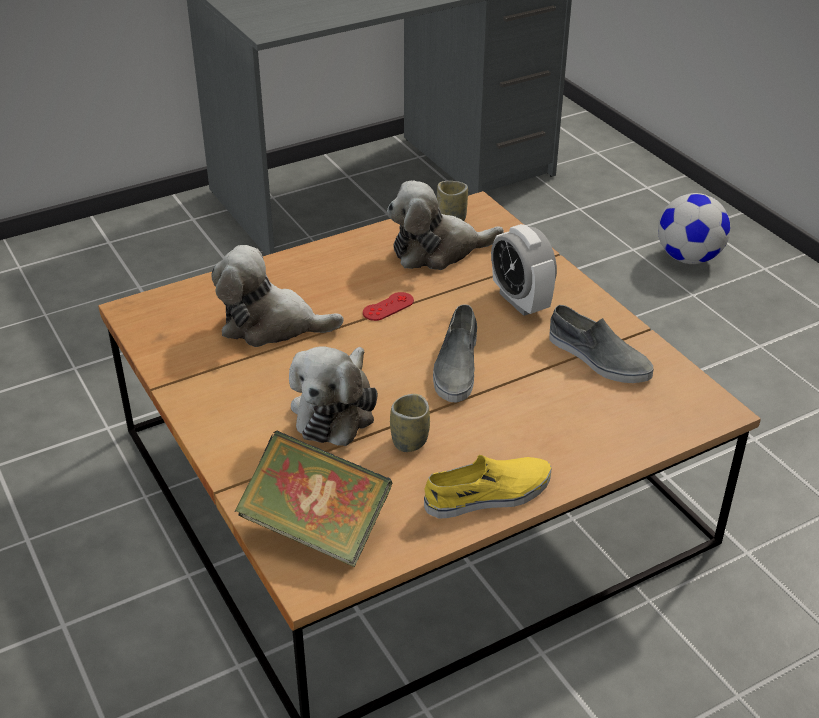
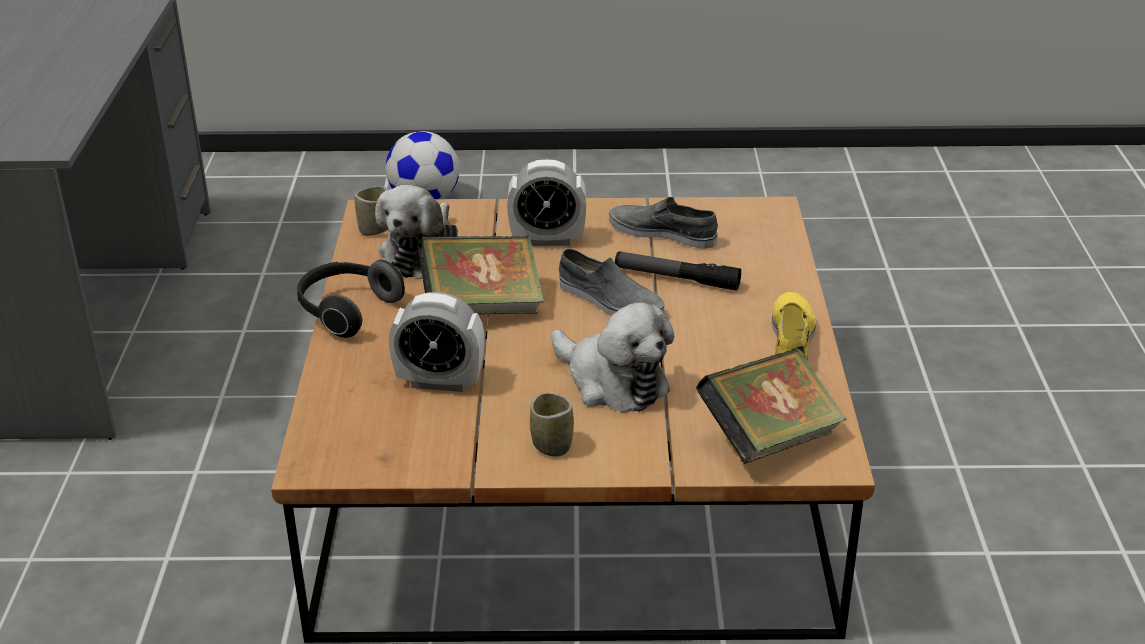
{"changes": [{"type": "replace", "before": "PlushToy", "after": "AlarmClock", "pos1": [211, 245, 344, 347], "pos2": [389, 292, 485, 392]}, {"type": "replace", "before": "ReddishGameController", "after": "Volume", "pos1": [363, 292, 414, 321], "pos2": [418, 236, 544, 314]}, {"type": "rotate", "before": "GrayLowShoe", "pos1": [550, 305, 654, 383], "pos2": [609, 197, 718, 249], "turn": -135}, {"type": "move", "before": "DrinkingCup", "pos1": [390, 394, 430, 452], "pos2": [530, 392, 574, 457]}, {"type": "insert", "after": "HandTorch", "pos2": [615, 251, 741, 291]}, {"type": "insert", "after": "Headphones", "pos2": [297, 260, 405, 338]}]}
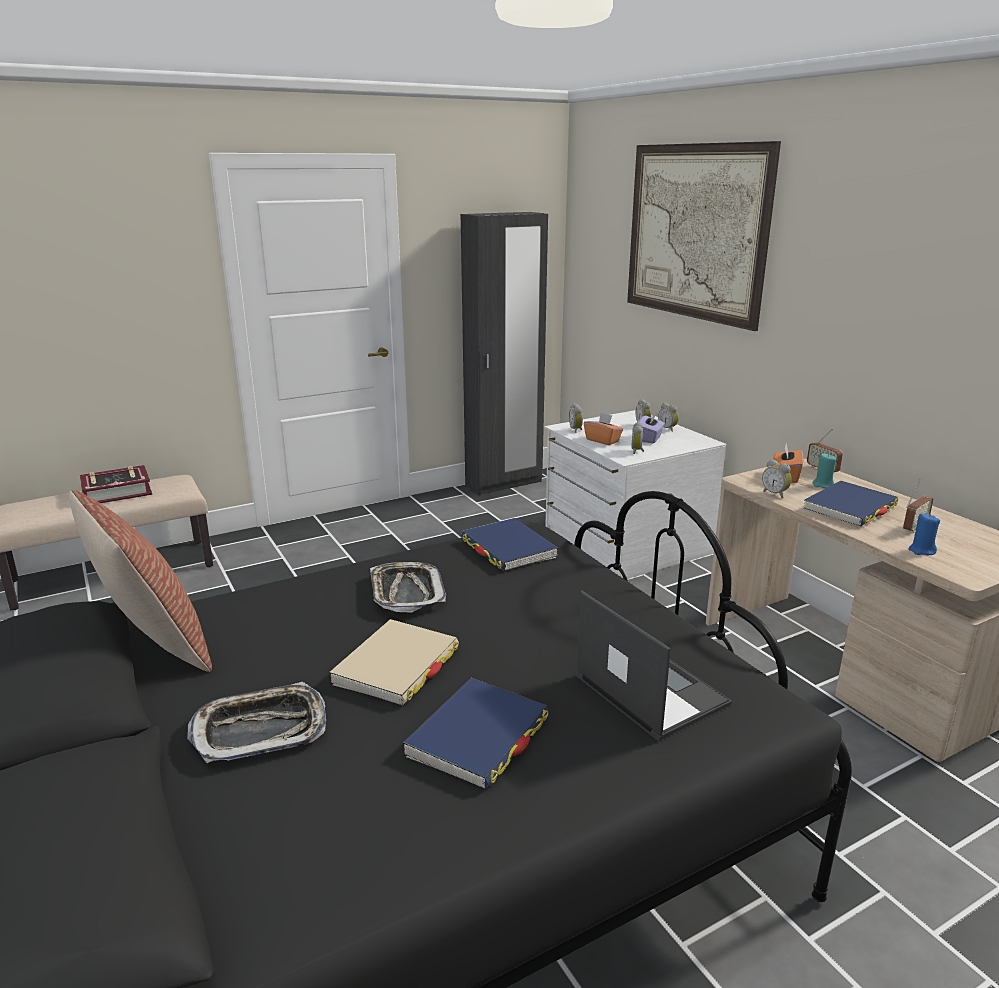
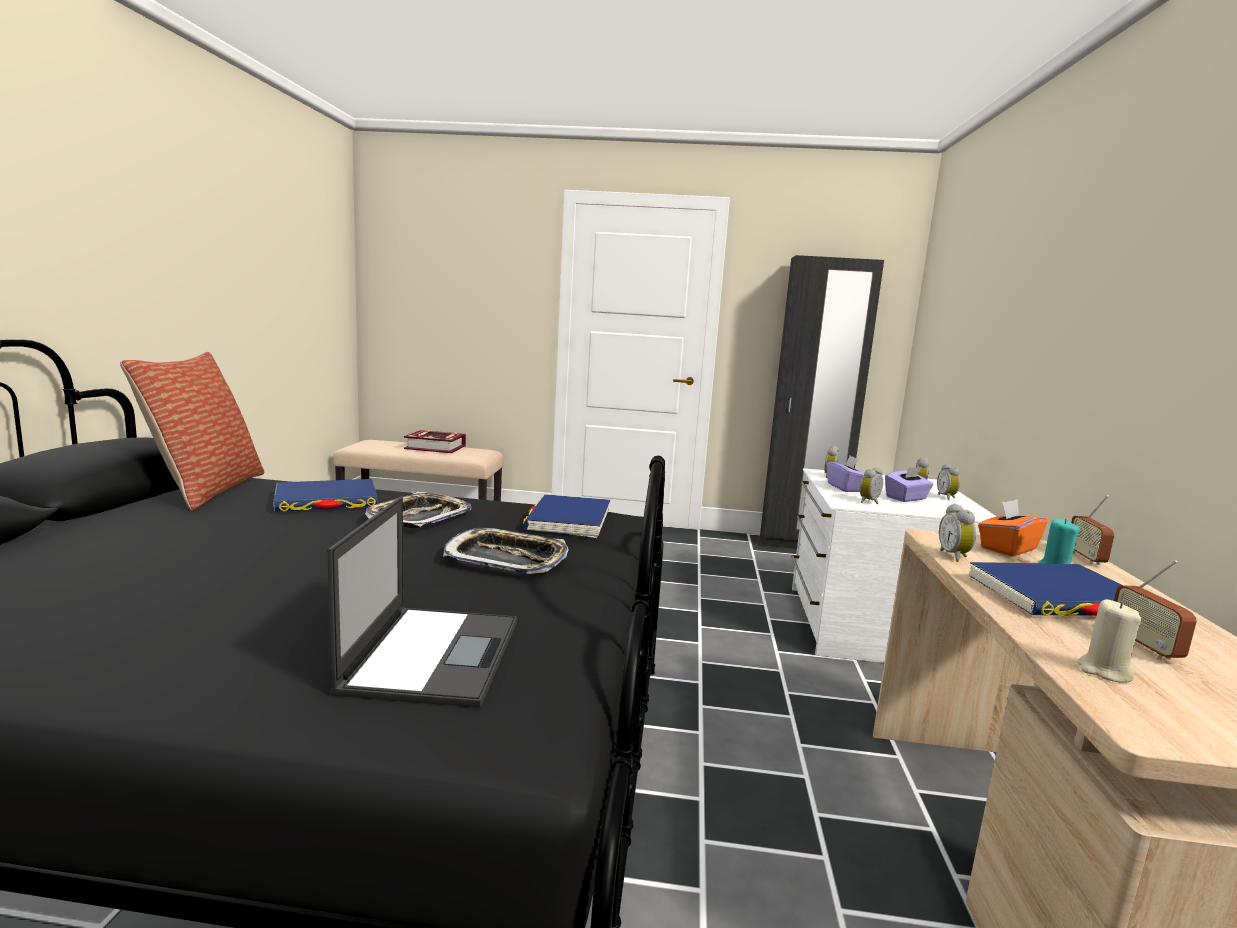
{"changes": [{"type": "delete", "before": "WallArt", "pos1": [627, 141, 781, 331]}, {"type": "recolor", "before": "OrangeTissueHolder", "after": "PurplishTissueHolder", "pos1": [584, 413, 623, 445], "pos2": [827, 456, 864, 492]}, {"type": "rotate", "before": "RadioSet", "pos1": [903, 479, 933, 533], "pos2": [1114, 560, 1197, 660], "turn": 90}, {"type": "recolor", "before": "BlueColouredWaxCandle", "after": "BeigeWaxCandle", "pos1": [909, 513, 940, 555], "pos2": [1078, 599, 1141, 683]}, {"type": "delete", "before": "BeigeVolume", "pos1": [329, 619, 459, 705]}, {"type": "move", "before": "BlueColouredVolume", "pos1": [403, 678, 549, 789], "pos2": [273, 479, 378, 512]}, {"type": "move", "before": "CarryingTray", "pos1": [187, 682, 326, 763], "pos2": [443, 528, 569, 574]}]}
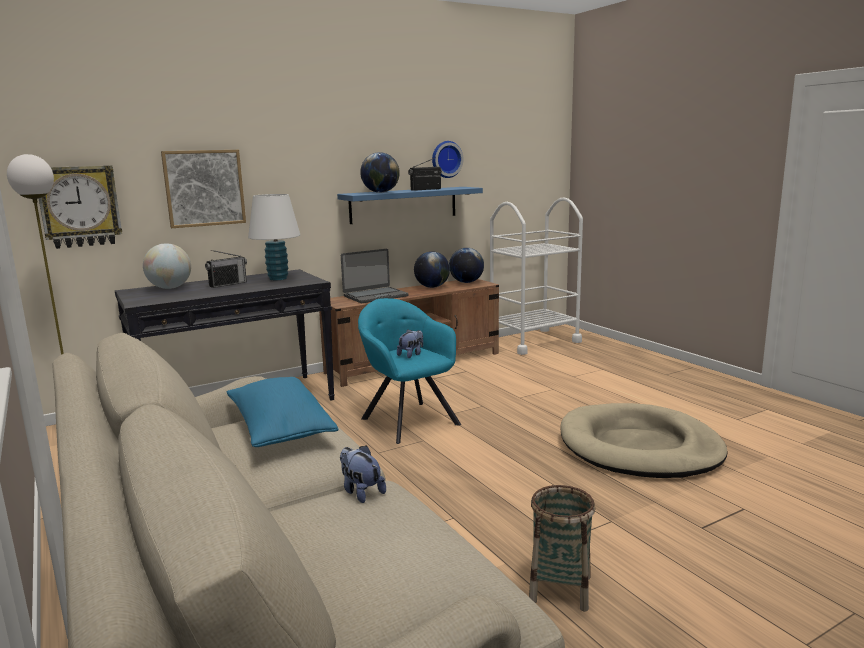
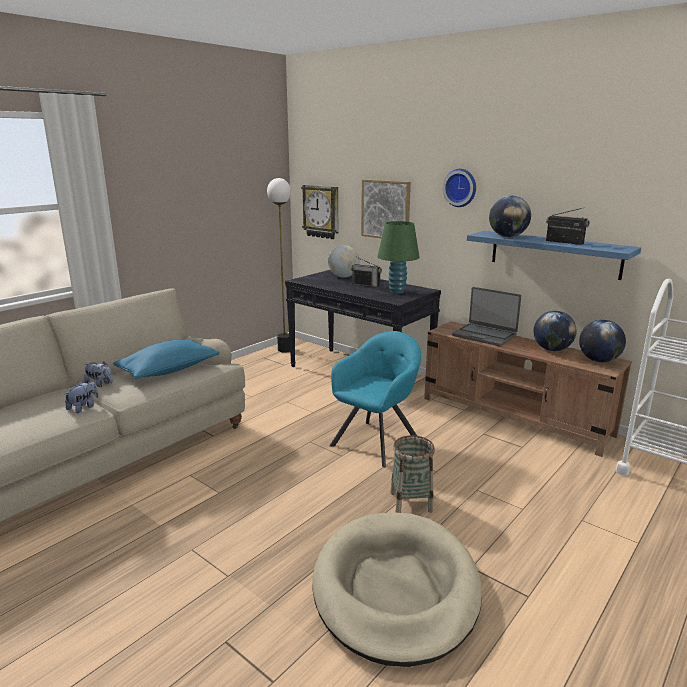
{"changes": [{"type": "move", "before": "WallClock", "pos1": [432, 141, 464, 178], "pos2": [443, 169, 476, 207]}, {"type": "recolor", "before": "WhiteTabletopLamp", "after": "GreenColouredTabletopLamp", "pos1": [248, 194, 300, 280], "pos2": [377, 221, 420, 293]}, {"type": "move", "before": "PlushToy", "pos1": [397, 330, 423, 358], "pos2": [84, 361, 113, 387]}, {"type": "move", "before": "Basket", "pos1": [529, 485, 595, 612], "pos2": [390, 435, 435, 513]}]}
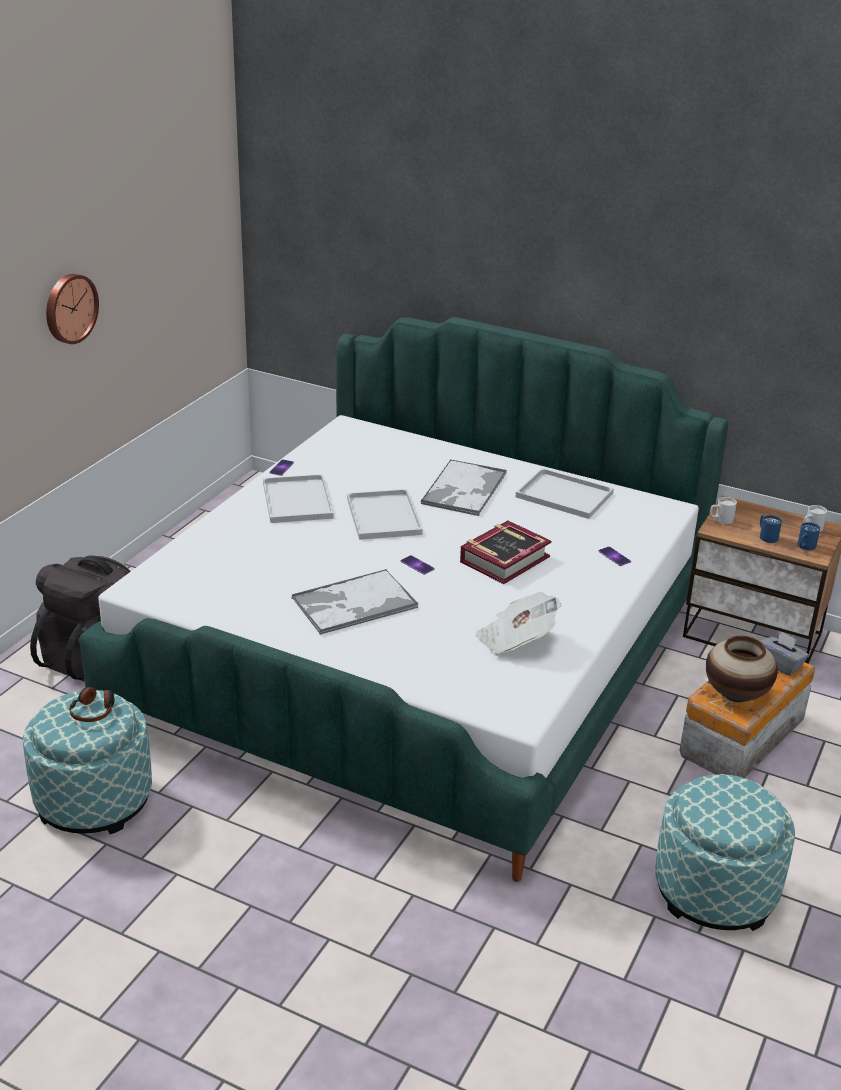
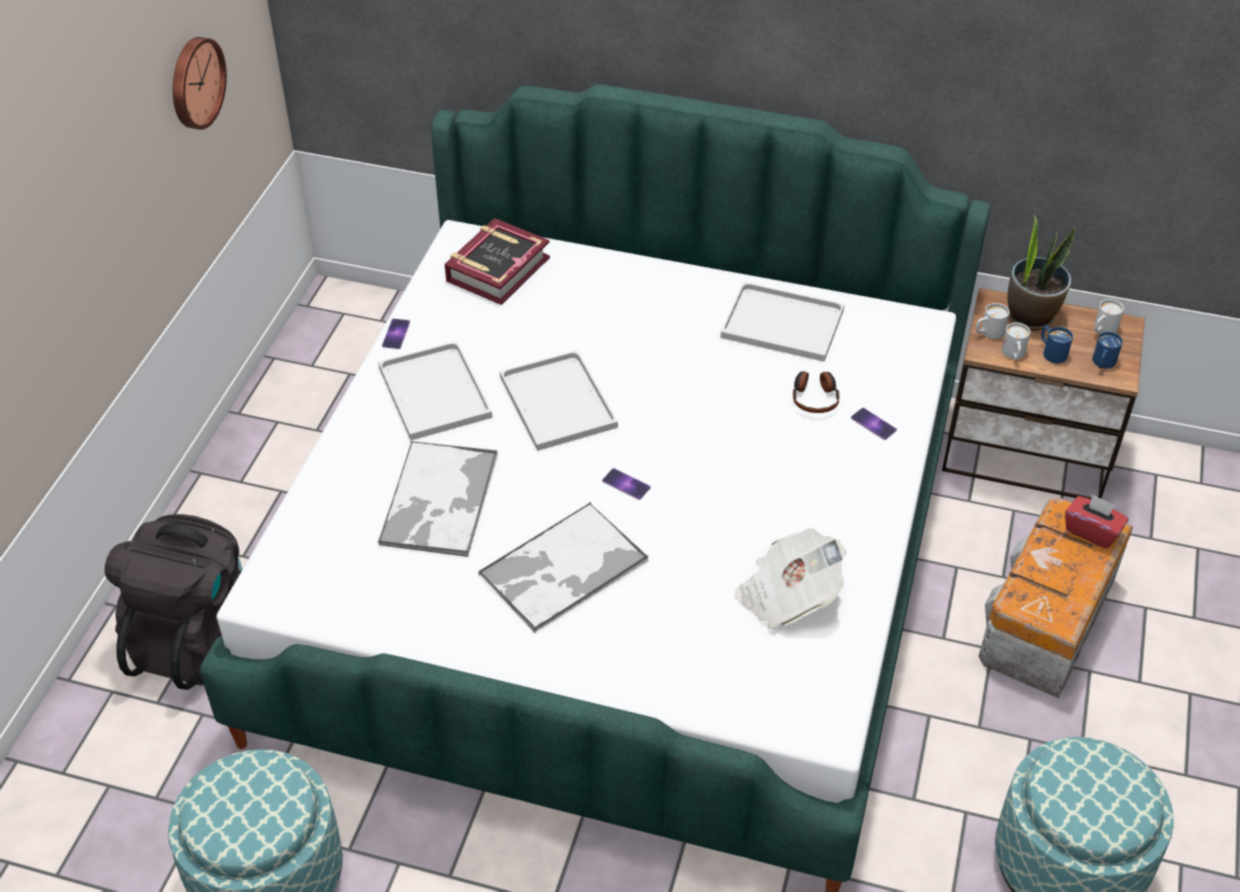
{"changes": [{"type": "move", "before": "WallClock", "pos1": [46, 274, 99, 344], "pos2": [173, 37, 227, 130]}, {"type": "move", "before": "CarryingTray", "pos1": [420, 460, 507, 516], "pos2": [377, 441, 498, 557]}, {"type": "move", "before": "Volume", "pos1": [460, 520, 551, 584], "pos2": [445, 218, 550, 305]}, {"type": "recolor", "before": "GrayTissueHolder", "after": "ReddishTissueHolder", "pos1": [760, 631, 809, 676], "pos2": [1065, 494, 1128, 549]}, {"type": "delete", "before": "DecorativeVase", "pos1": [706, 636, 778, 702]}, {"type": "move", "before": "Headphones", "pos1": [69, 687, 114, 722], "pos2": [793, 371, 840, 413]}, {"type": "insert", "after": "PlantInAPot", "pos2": [1007, 215, 1075, 331]}, {"type": "insert", "after": "WhiteTeaMug", "pos2": [1002, 322, 1030, 360]}]}
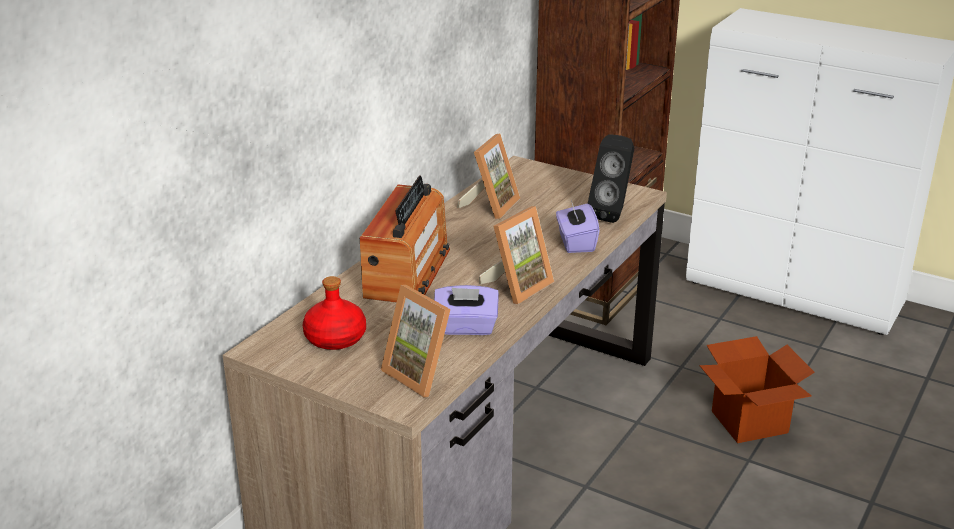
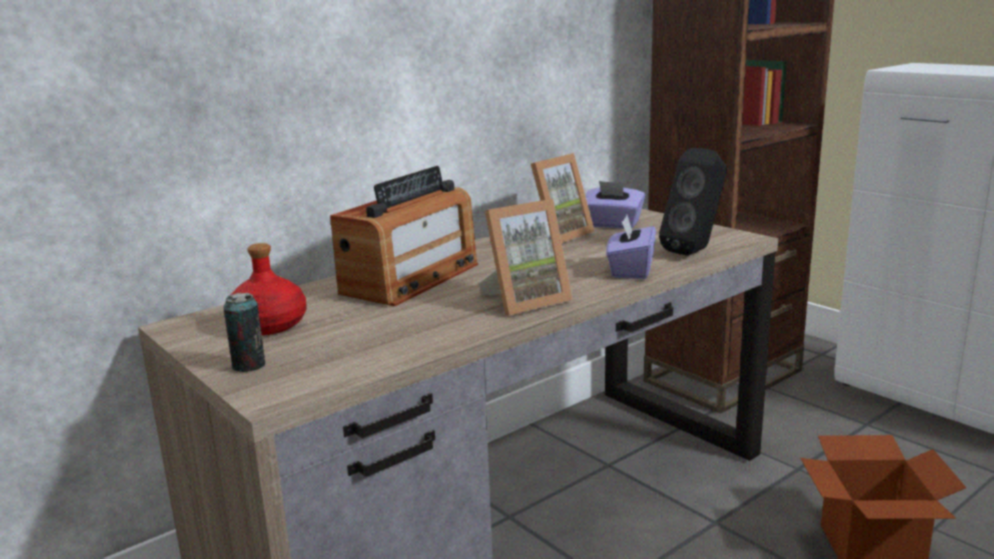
{"changes": [{"type": "delete", "before": "StandingFrame", "pos1": [381, 285, 451, 398]}, {"type": "move", "before": "PurplishTissueHolder", "pos1": [434, 285, 499, 335], "pos2": [585, 181, 645, 229]}, {"type": "insert", "after": "MetalCan", "pos2": [223, 293, 265, 372]}]}
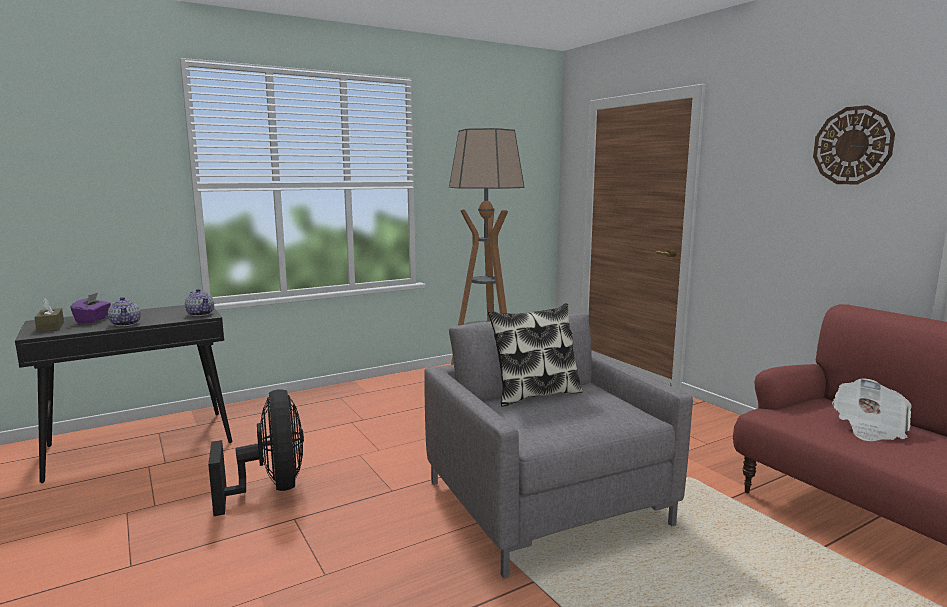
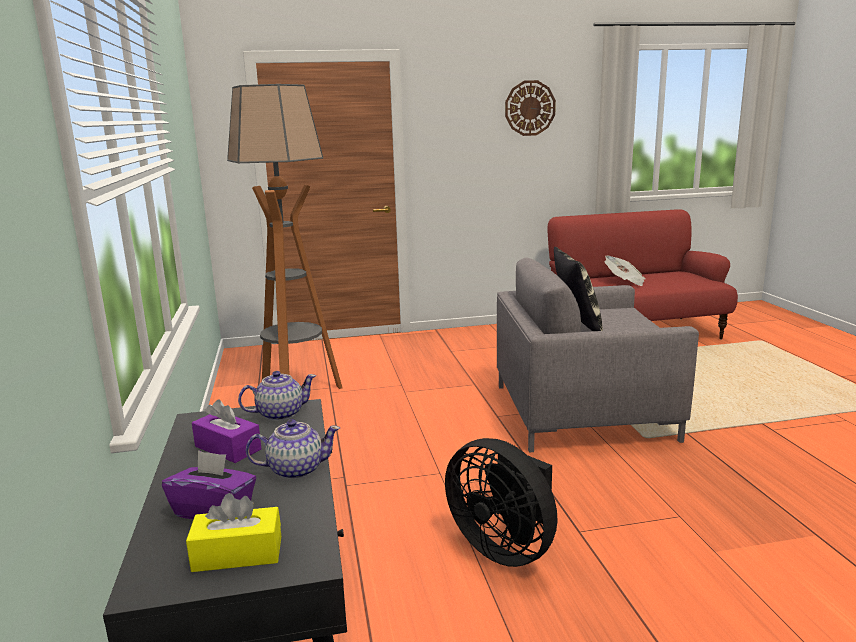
{"changes": [{"type": "recolor", "before": "BrownColouredTissueHolder", "after": "YellowColouredTissueHolder", "pos1": [34, 298, 64, 332], "pos2": [186, 493, 281, 572]}, {"type": "rotate", "before": "BlackishElectricFan", "pos1": [208, 389, 304, 516], "pos2": [445, 438, 557, 567], "turn": -135}, {"type": "insert", "after": "PurplishTissueHolder", "pos2": [192, 399, 261, 463]}]}
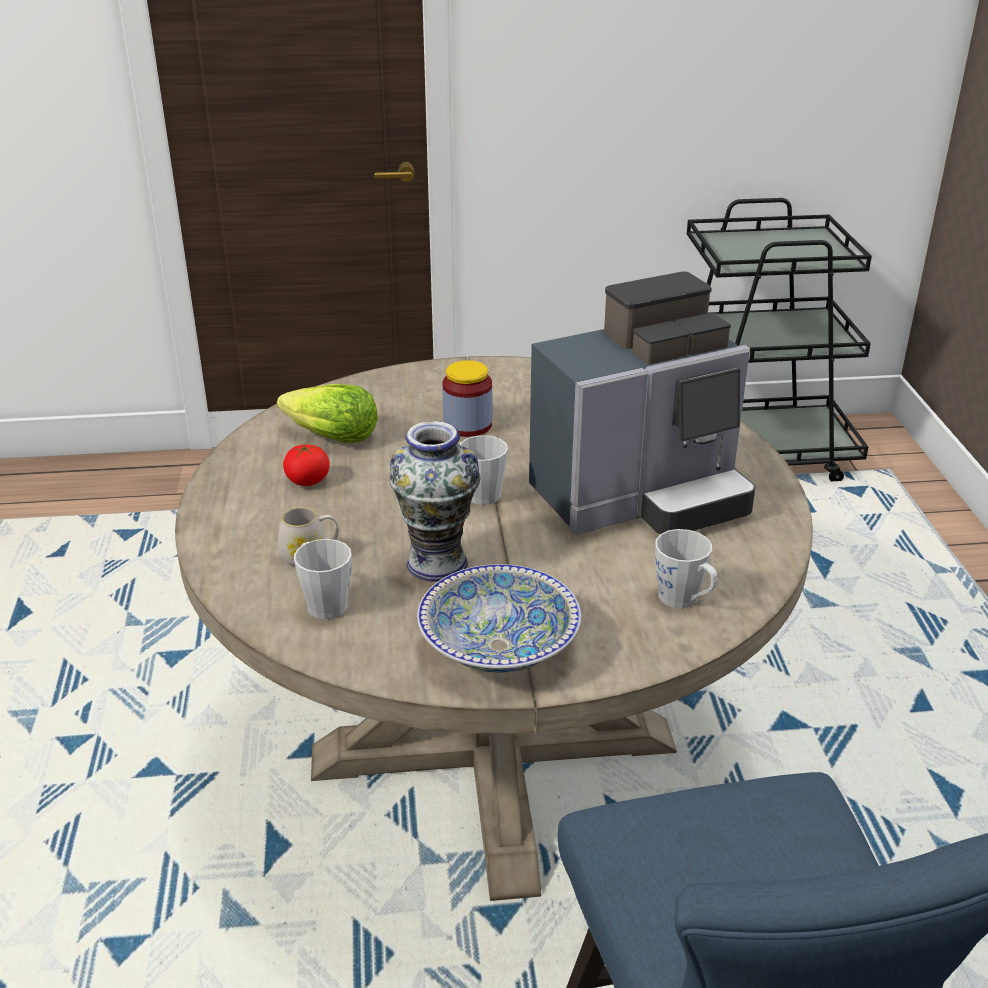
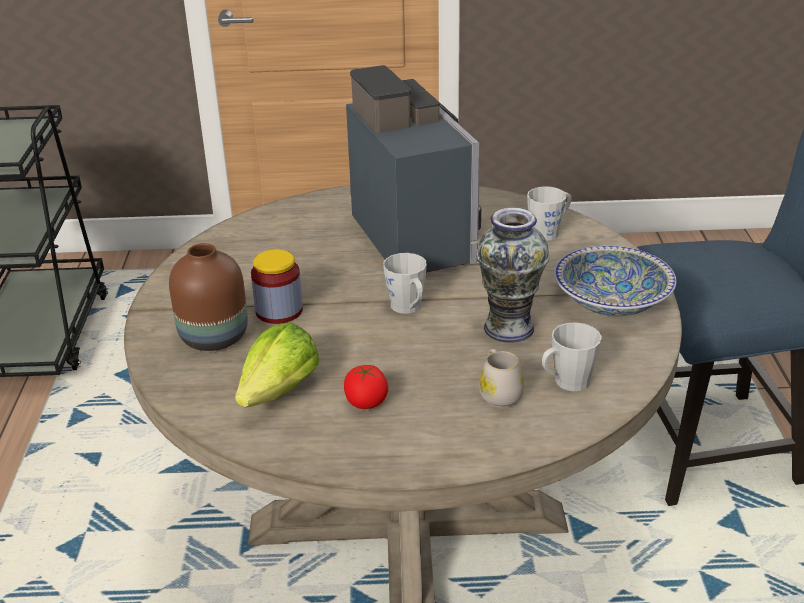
{"changes": [{"type": "insert", "after": "BrownColouredDecorativeVase", "pos2": [169, 243, 248, 351]}]}
